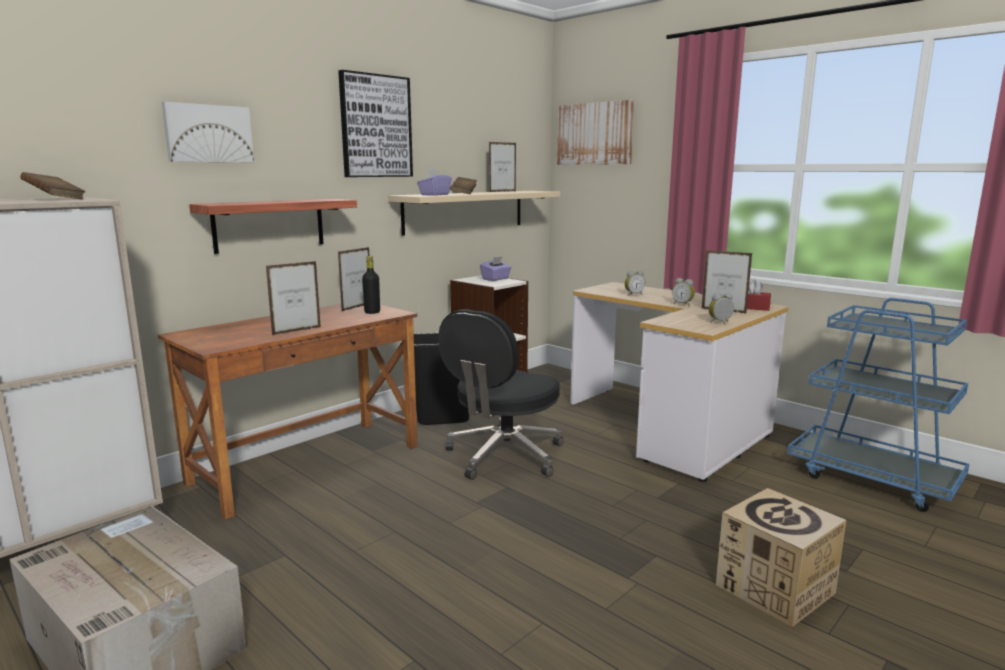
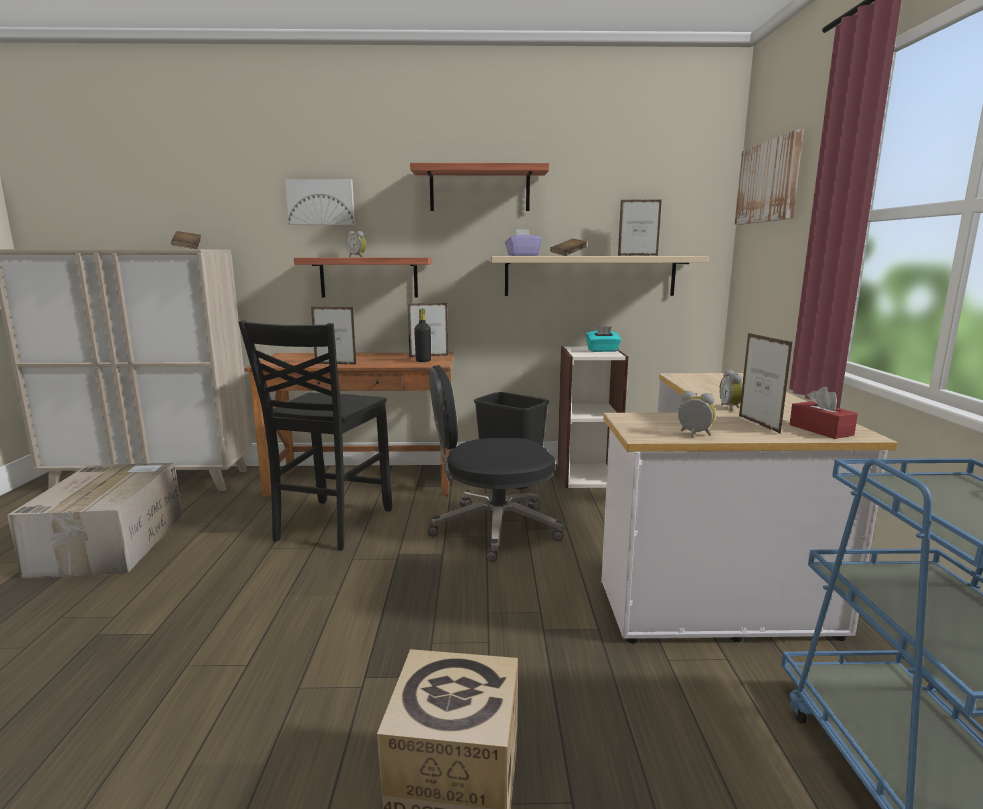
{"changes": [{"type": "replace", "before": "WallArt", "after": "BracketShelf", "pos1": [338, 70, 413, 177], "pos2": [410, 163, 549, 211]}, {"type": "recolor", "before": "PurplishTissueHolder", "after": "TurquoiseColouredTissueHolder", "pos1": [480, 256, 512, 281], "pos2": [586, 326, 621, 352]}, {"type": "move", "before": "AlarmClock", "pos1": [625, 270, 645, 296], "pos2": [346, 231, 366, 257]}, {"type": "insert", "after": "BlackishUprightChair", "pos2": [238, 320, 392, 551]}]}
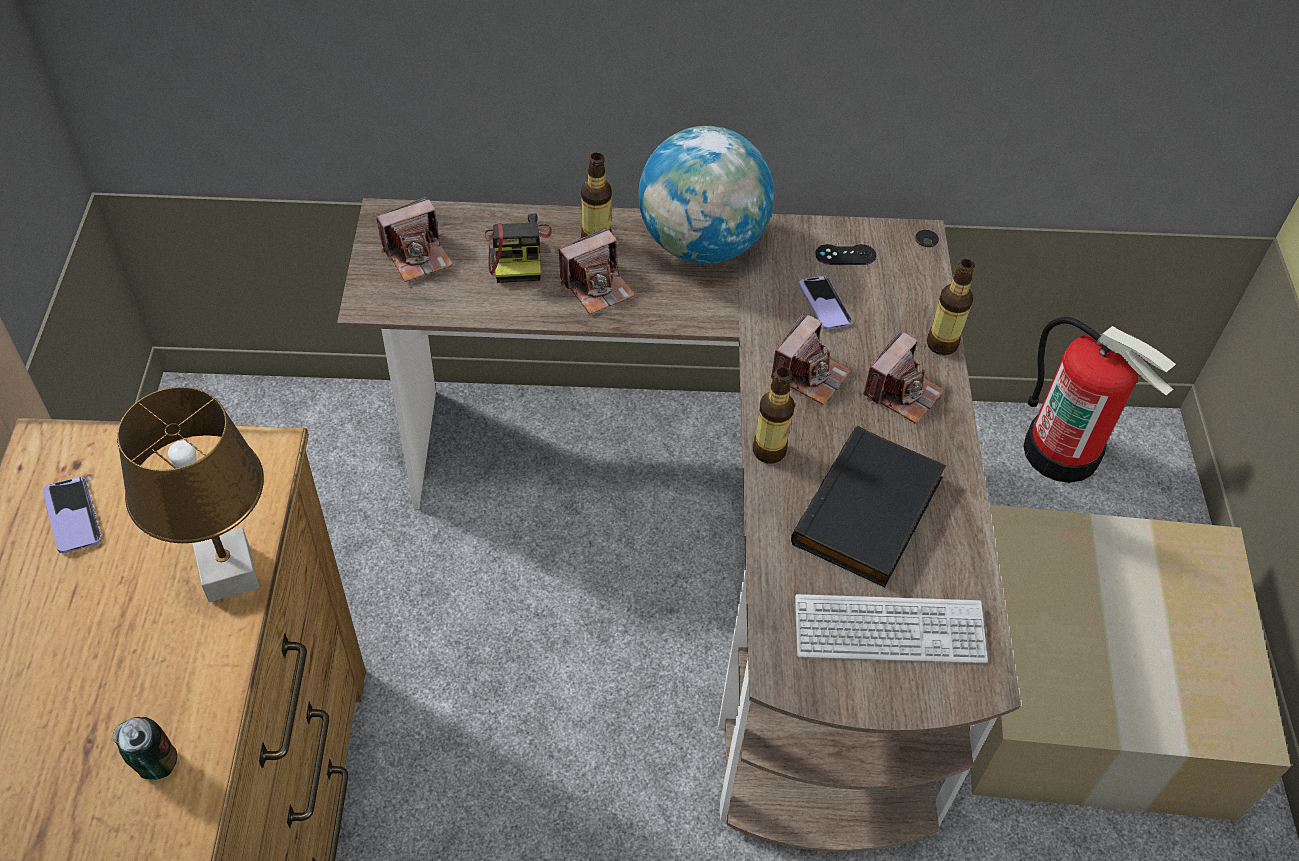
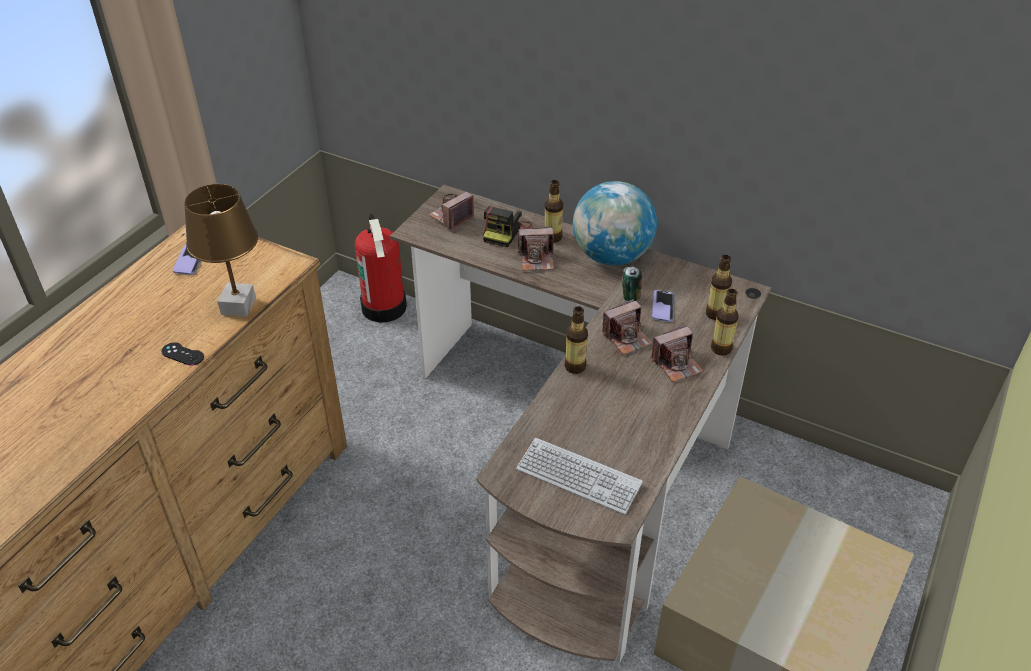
{"changes": [{"type": "rotate", "before": "PhotoCamera", "pos1": [376, 197, 453, 282], "pos2": [429, 192, 474, 230], "turn": 135}, {"type": "move", "before": "BlackishGameController", "pos1": [815, 244, 876, 265], "pos2": [161, 343, 204, 366]}, {"type": "move", "before": "FireFightingCylinder", "pos1": [1023, 317, 1176, 483], "pos2": [355, 214, 407, 323]}, {"type": "delete", "before": "BlackishVolume", "pos1": [791, 426, 946, 588]}, {"type": "move", "before": "MetalCan", "pos1": [113, 717, 177, 779], "pos2": [622, 266, 642, 301]}, {"type": "insert", "after": "BeverageBottle", "pos2": [706, 255, 732, 320]}]}
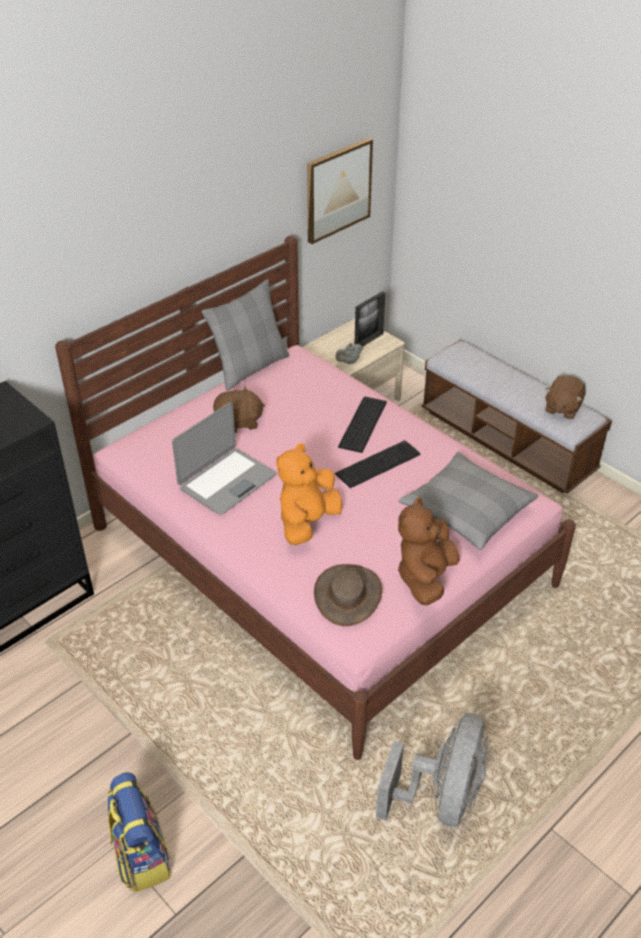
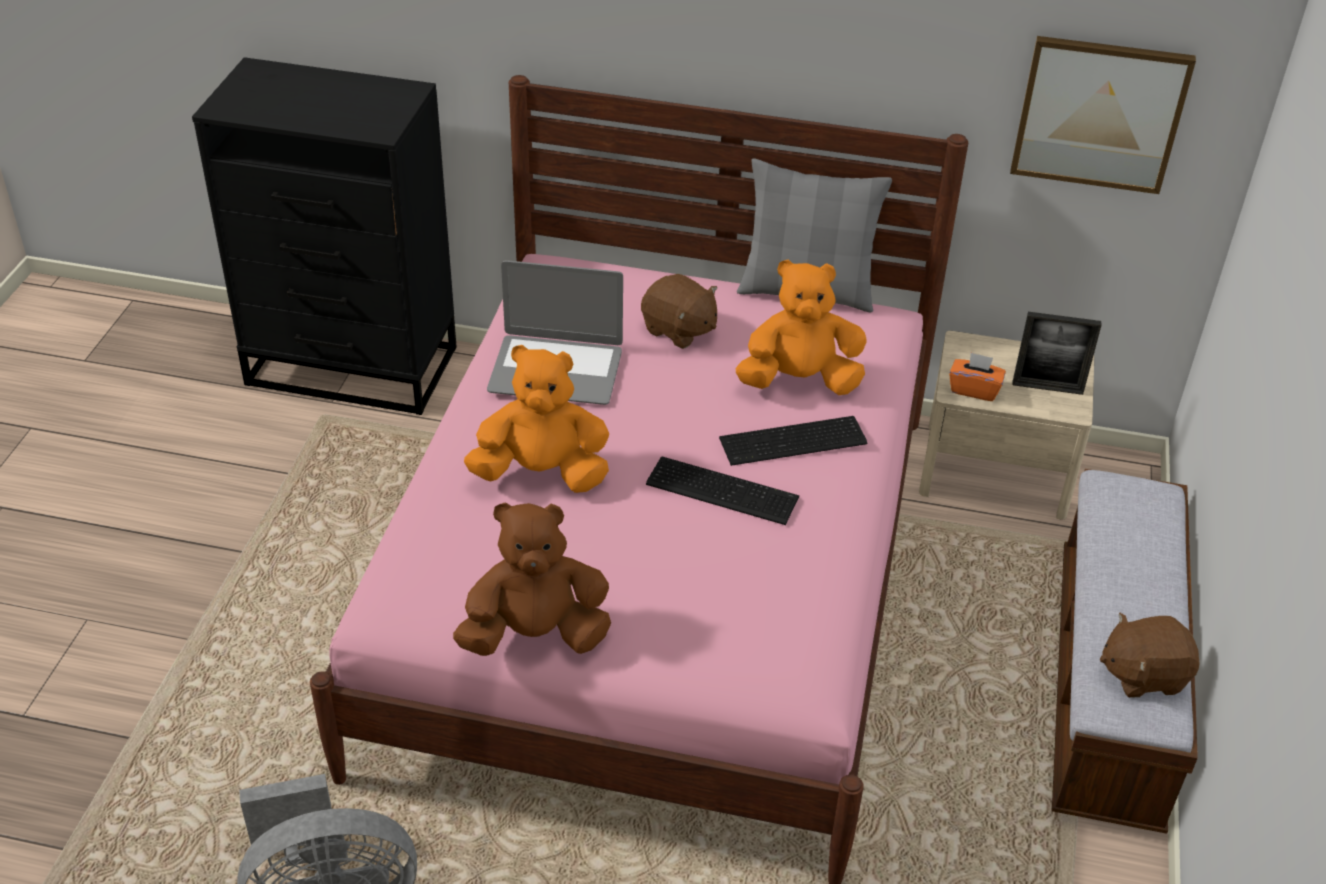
{"changes": [{"type": "replace", "before": "GrayTeaPot", "after": "OrangeTissueHolder", "pos1": [335, 343, 363, 364], "pos2": [949, 352, 1006, 401]}, {"type": "delete", "before": "GrayCushion", "pos1": [398, 452, 538, 550]}, {"type": "delete", "before": "BrownColouredClothingHat", "pos1": [314, 564, 382, 626]}, {"type": "delete", "before": "Rucksack", "pos1": [107, 772, 170, 893]}, {"type": "insert", "after": "OrangePlushToy", "pos2": [736, 259, 867, 395]}]}
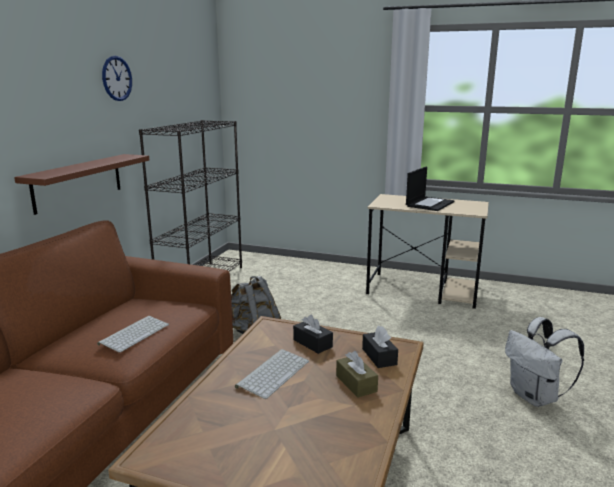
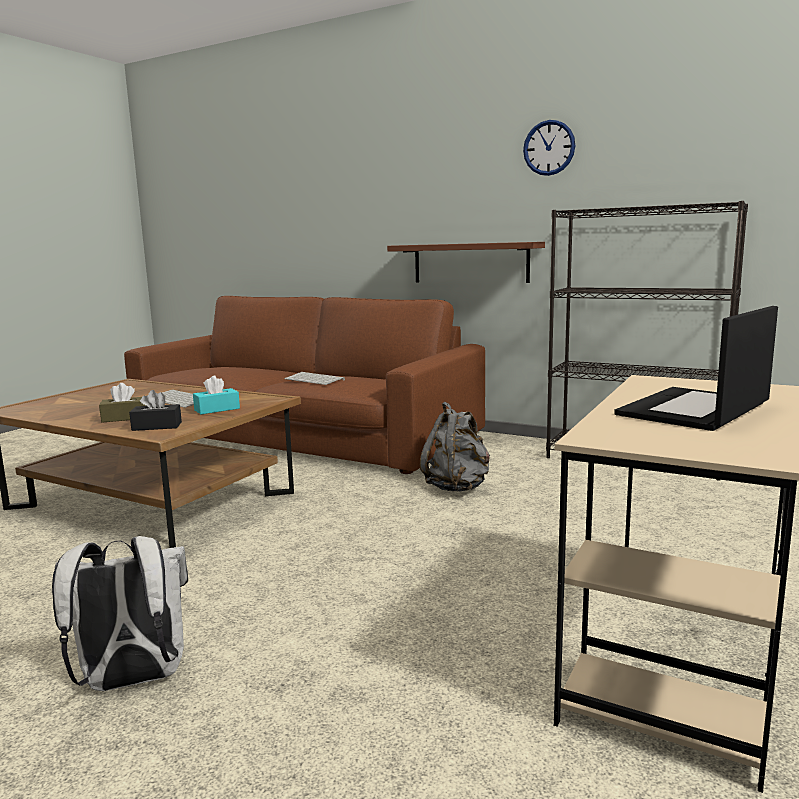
{"changes": [{"type": "rotate", "before": "PortableComputer", "pos1": [406, 167, 455, 211], "pos2": [614, 306, 778, 431], "turn": 90}, {"type": "recolor", "before": "BlackishTissueHolder", "after": "TurquoiseColouredTissueHolder", "pos1": [293, 315, 333, 354], "pos2": [193, 375, 240, 414]}]}
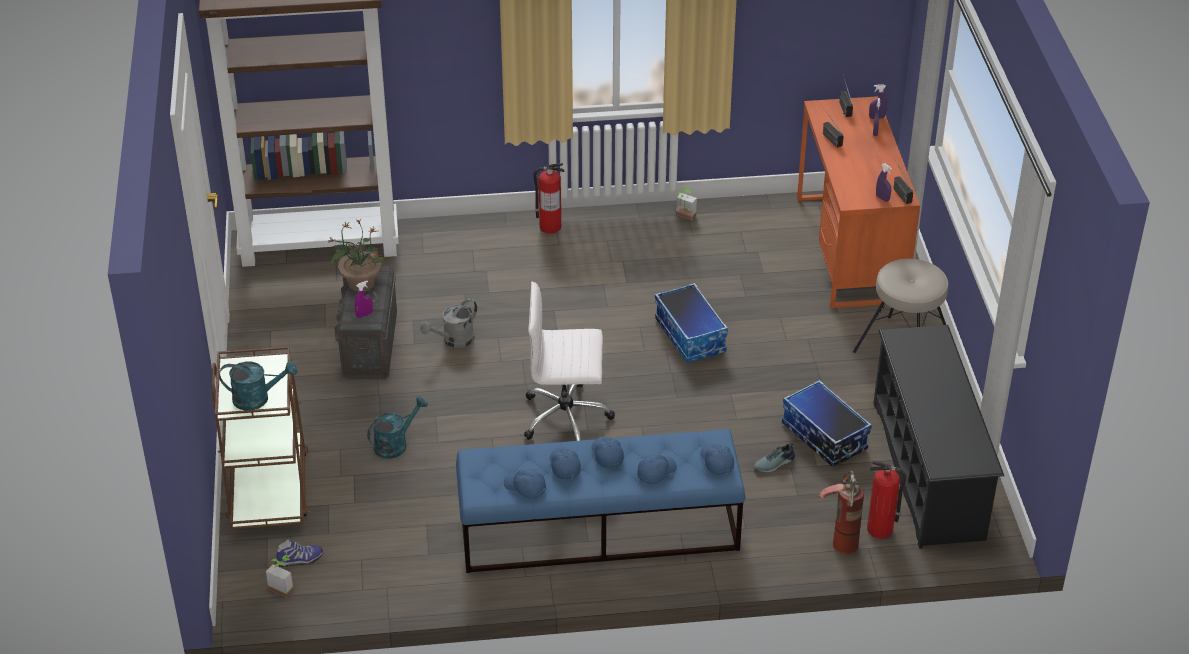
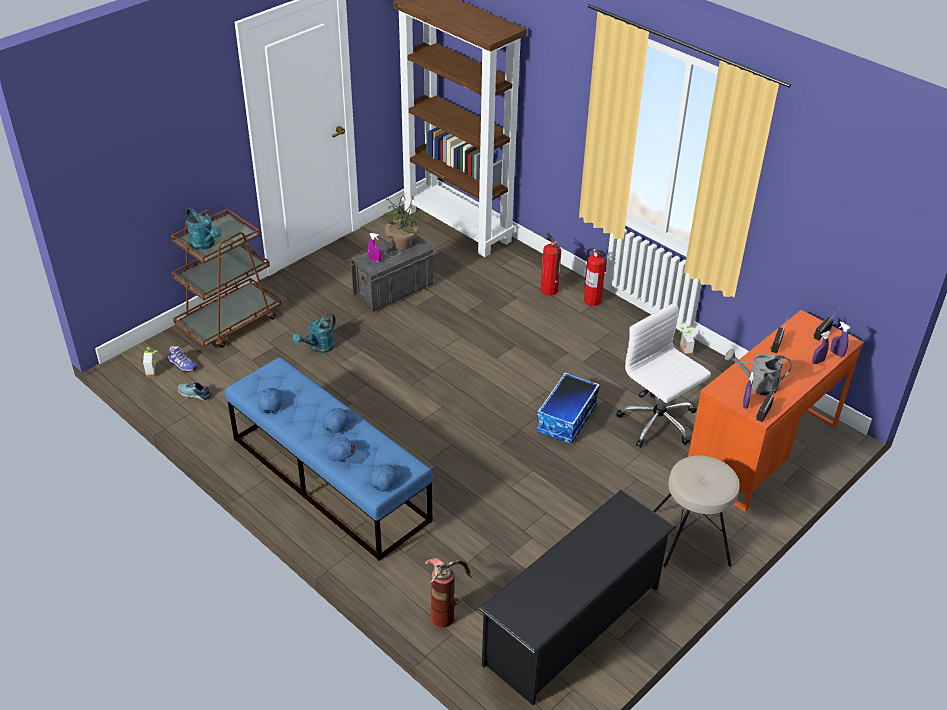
{"changes": [{"type": "move", "before": "WhiteOfficeChair", "pos1": [524, 282, 615, 441], "pos2": [617, 302, 711, 448]}, {"type": "move", "before": "GrayWateringPot", "pos1": [420, 299, 477, 348], "pos2": [725, 349, 791, 396]}, {"type": "delete", "before": "StorageBin", "pos1": [782, 380, 872, 467]}, {"type": "rotate", "before": "TurquoiseColouredWateringPot", "pos1": [367, 396, 428, 459], "pos2": [292, 313, 336, 353], "turn": 120}, {"type": "move", "before": "LowShoe", "pos1": [754, 442, 795, 472], "pos2": [178, 382, 212, 400]}, {"type": "delete", "before": "BlueColouredPeakedCap", "pos1": [550, 448, 581, 479]}, {"type": "move", "before": "FireFightingCylinder", "pos1": [867, 461, 907, 539], "pos2": [541, 232, 561, 296]}]}
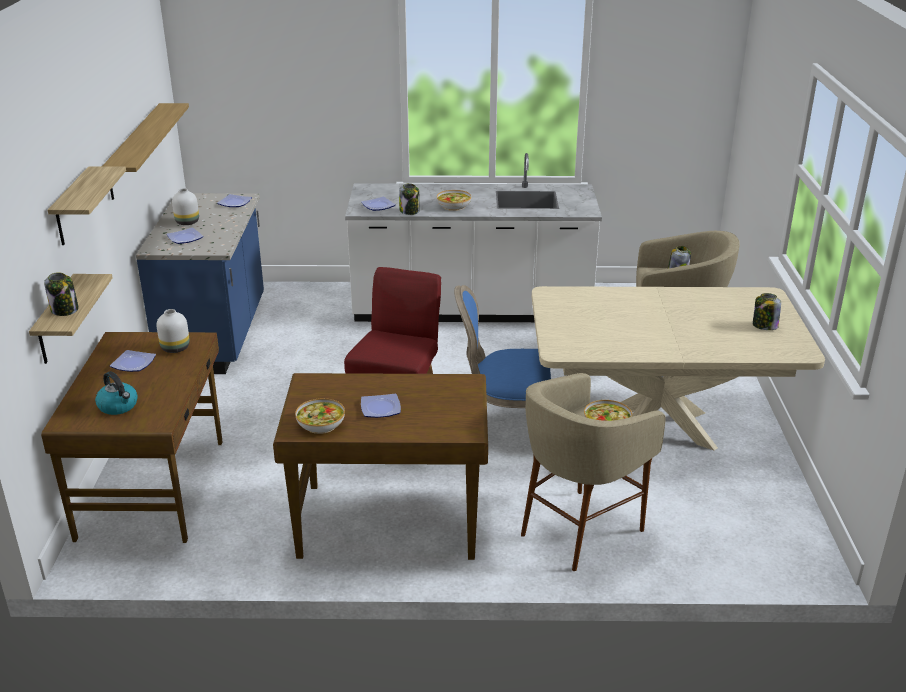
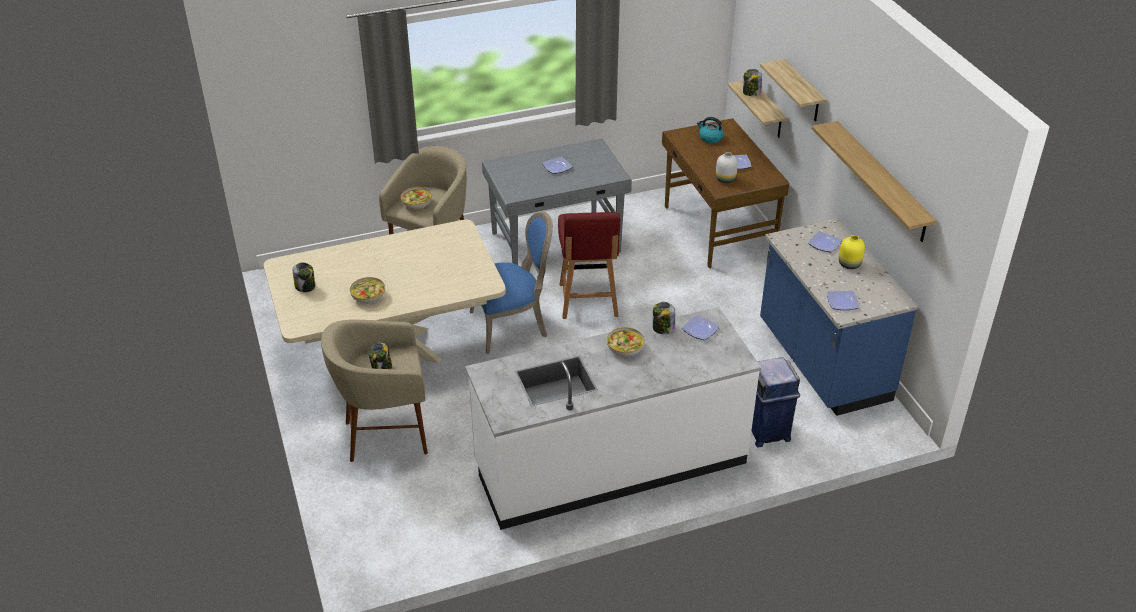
{"changes": [{"type": "recolor", "before": "WhiteDecorativeVase", "after": "YellowColouredDecorativeVase", "pos1": [172, 188, 199, 225], "pos2": [839, 235, 865, 269]}, {"type": "recolor", "before": "BrownColouredDesk", "after": "GrayDesk", "pos1": [273, 373, 488, 560], "pos2": [482, 138, 632, 265]}, {"type": "move", "before": "DeepDish", "pos1": [295, 398, 345, 434], "pos2": [350, 277, 385, 304]}, {"type": "insert", "after": "BlueColouredRubbishBin", "pos2": [751, 357, 800, 447]}]}
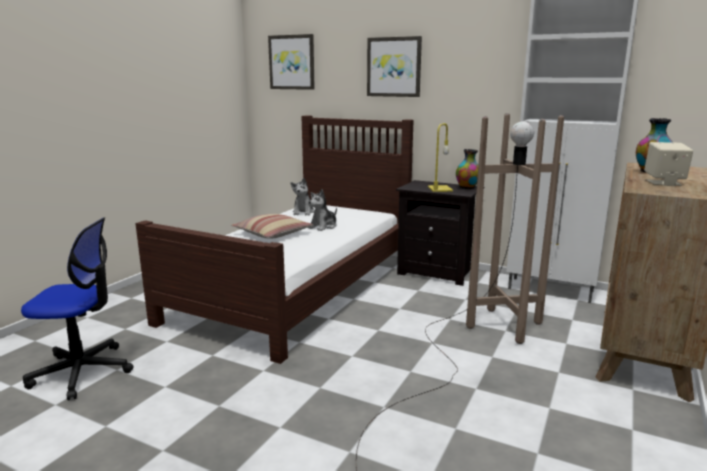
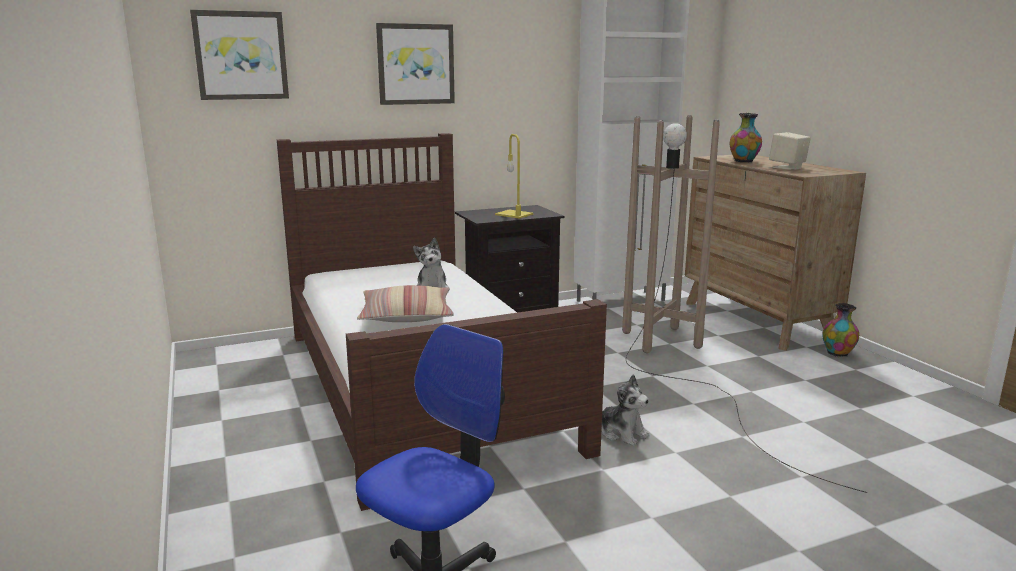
{"changes": [{"type": "move", "before": "DecorativeVase", "pos1": [456, 149, 478, 189], "pos2": [822, 303, 859, 357]}, {"type": "move", "before": "PlushToy", "pos1": [291, 178, 315, 215], "pos2": [601, 374, 650, 446]}]}
